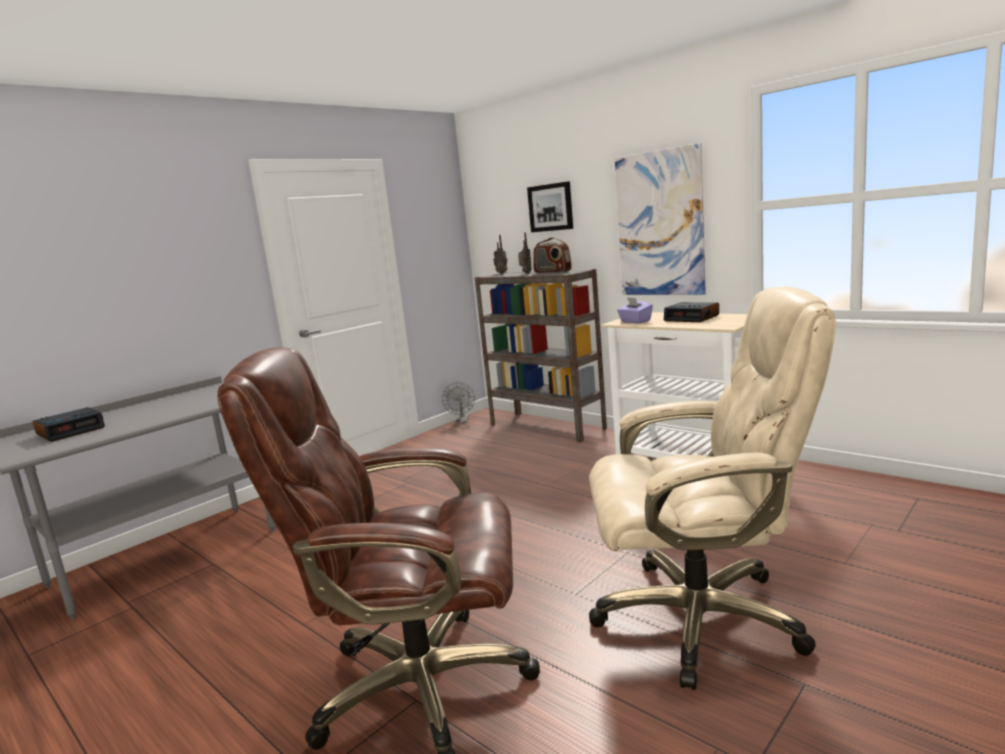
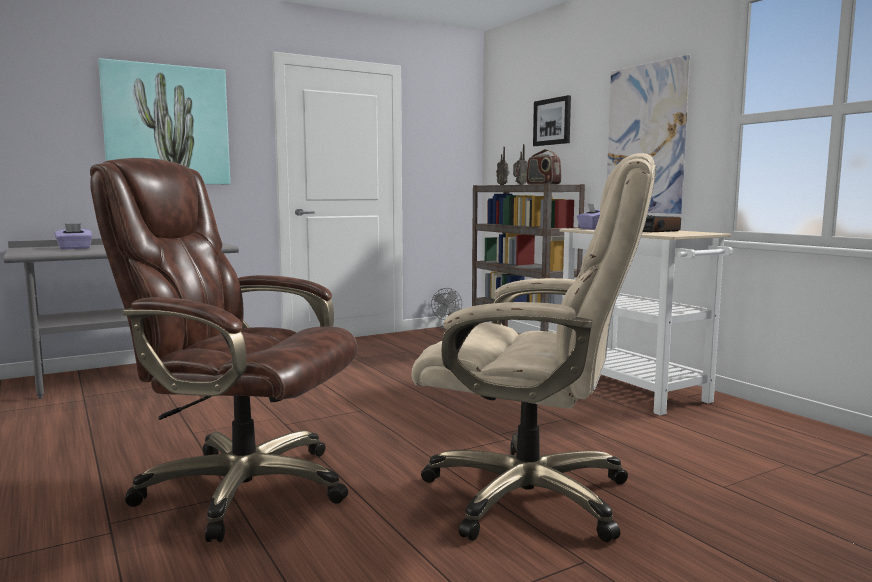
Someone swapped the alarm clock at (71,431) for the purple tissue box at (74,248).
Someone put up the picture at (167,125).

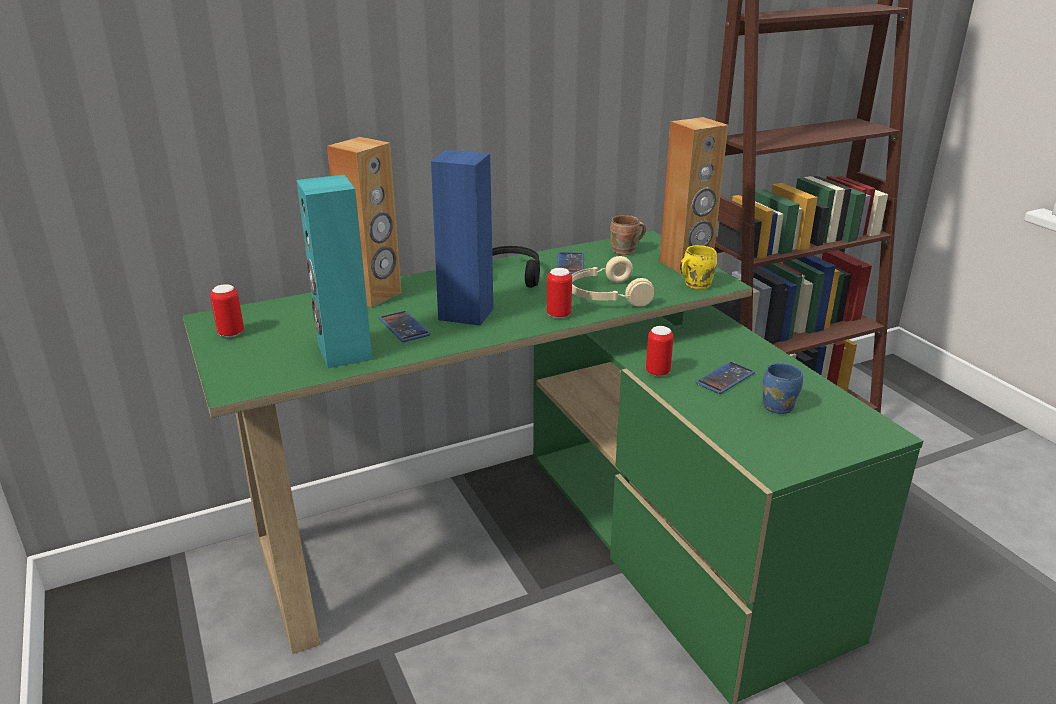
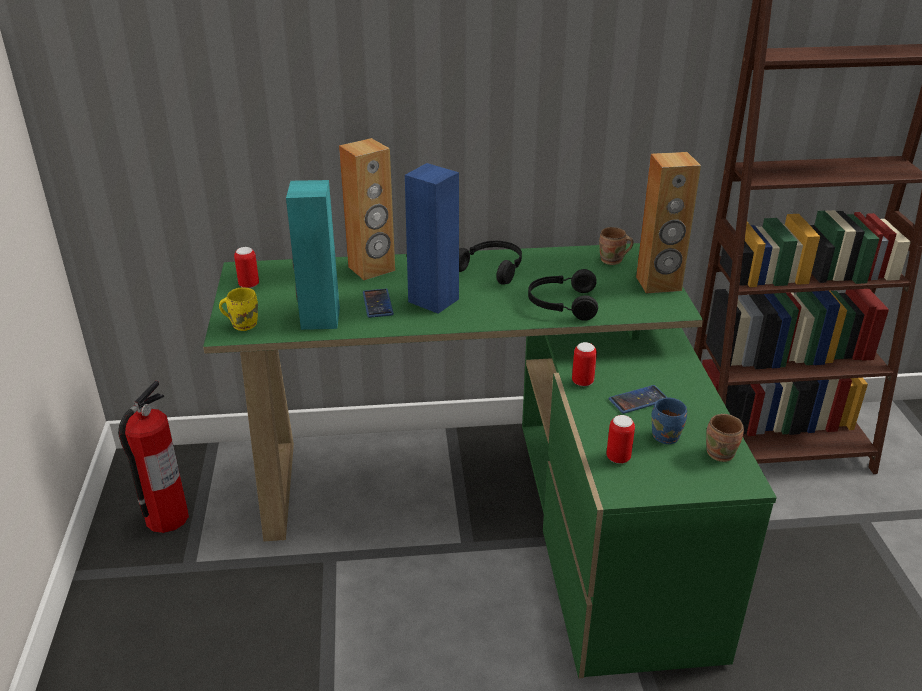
Someone carried the can from (558,315) to (618,458).
Someone took away the phone at (570,264).
Someone repainted the beige headphones at (605,296), which became the black headphones at (561,304).
Someone carried the yellow mug from (695,284) to (243,324).
Someone put down the fire extinguisher at (166,518).
Someone put down the brown mug at (723,453).

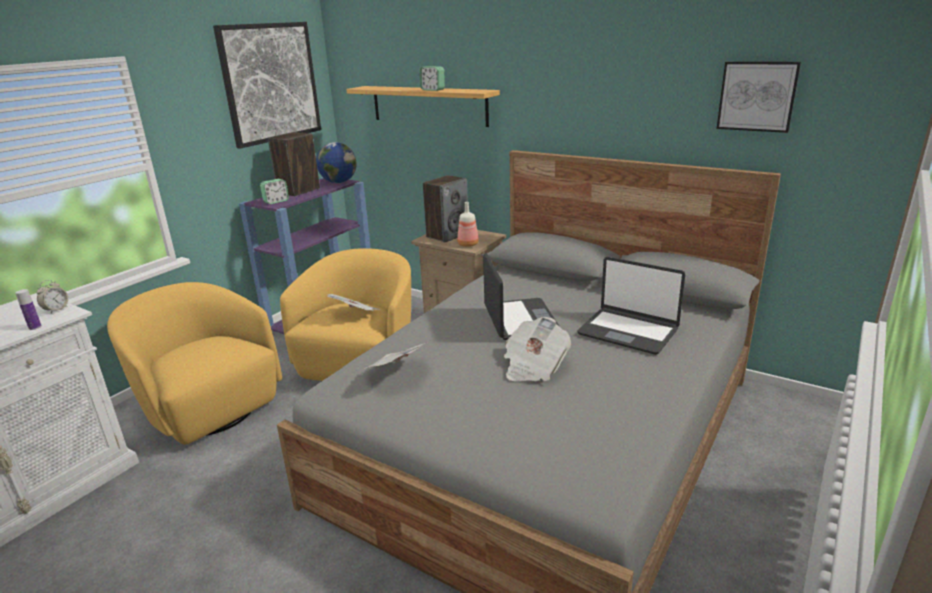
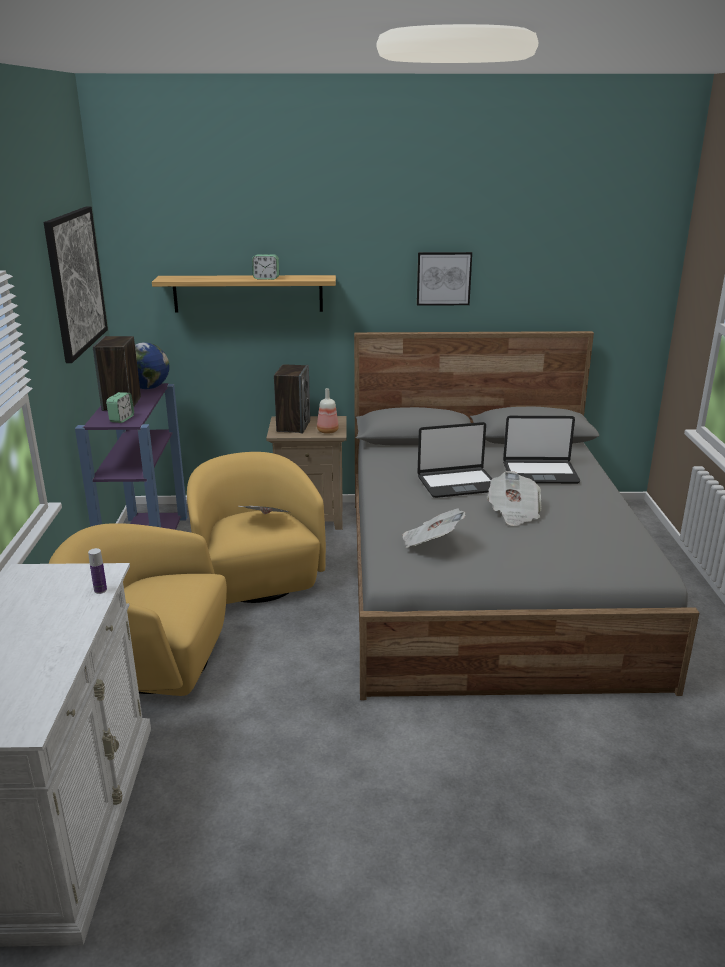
Someone took away the alarm clock at (56,309).
Someone rotated the laptop at (520,320) by 120 degrees clockwise.
Someone carried the picture from (757,96) to (443,278).

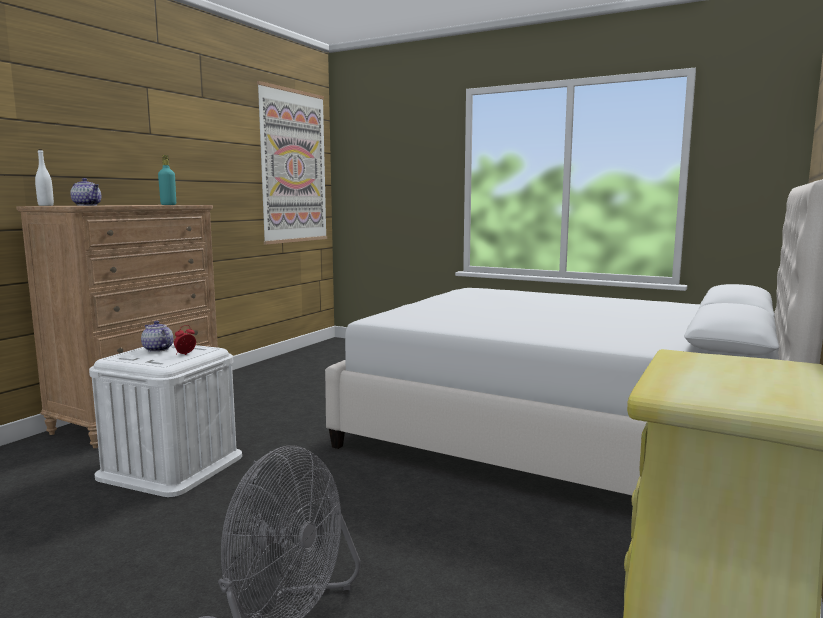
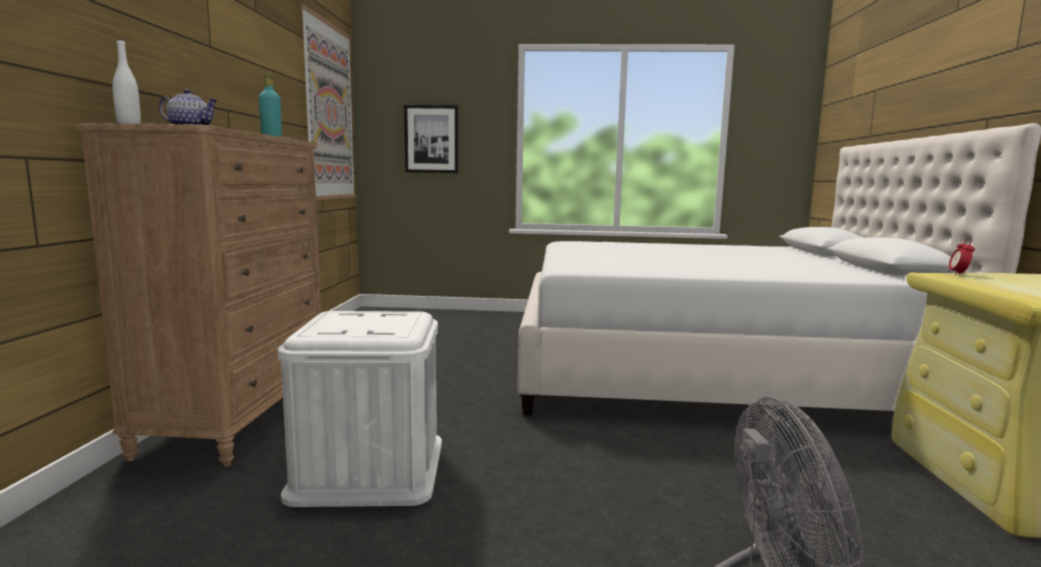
Someone took away the teapot at (157,349).
Someone carried the alarm clock from (185,354) to (958,274).
Someone put up the picture at (431,139).

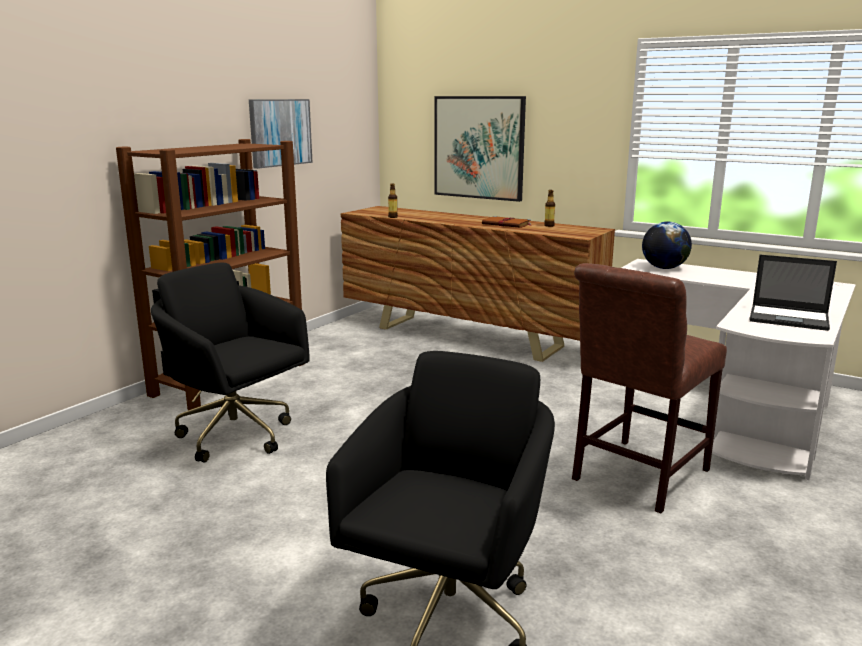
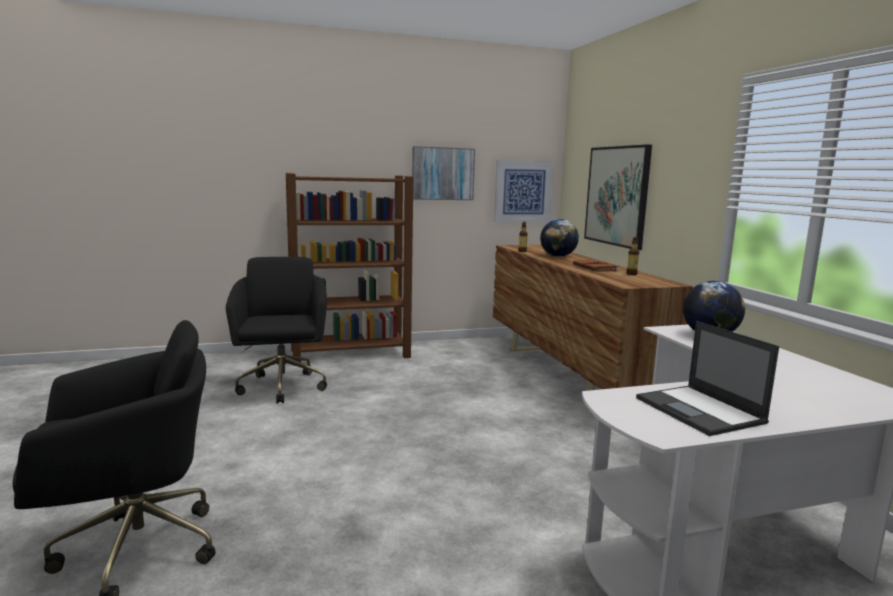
Someone took away the brown chair at (635,477).
Someone put up the picture at (523,191).
Someone put down the globe at (558,256).

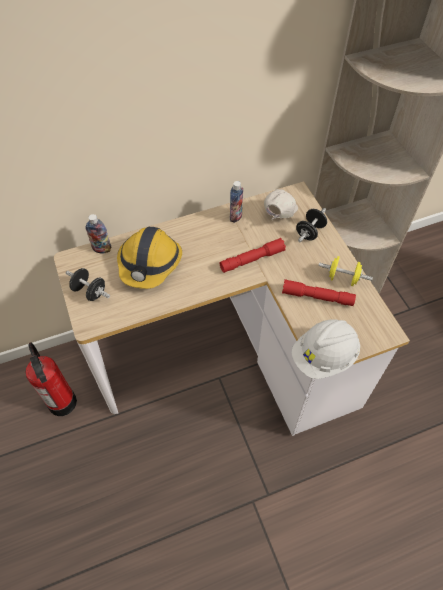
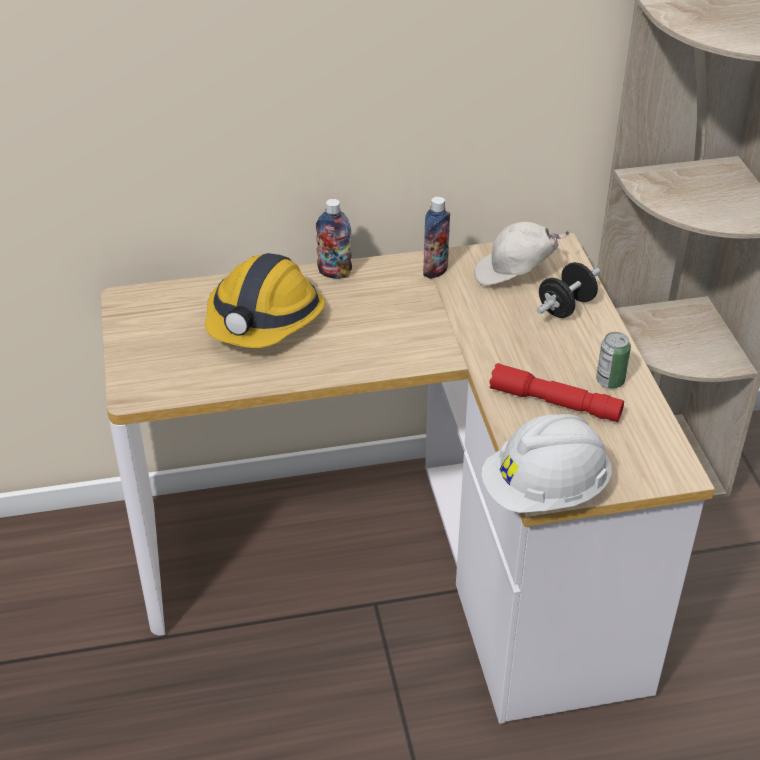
Someone took away the fire extinguisher at (62,402).
Someone took away the black dumbbell at (89,291).
Someone carried the bottle from (102,249) to (334,272).
Someone took away the red flashlight at (252,259).
Someone rotated the white cap at (278,213) by 135 degrees counterclockwise.
Someone swapped the yellow dumbbell at (343,278) for the can at (610,381).

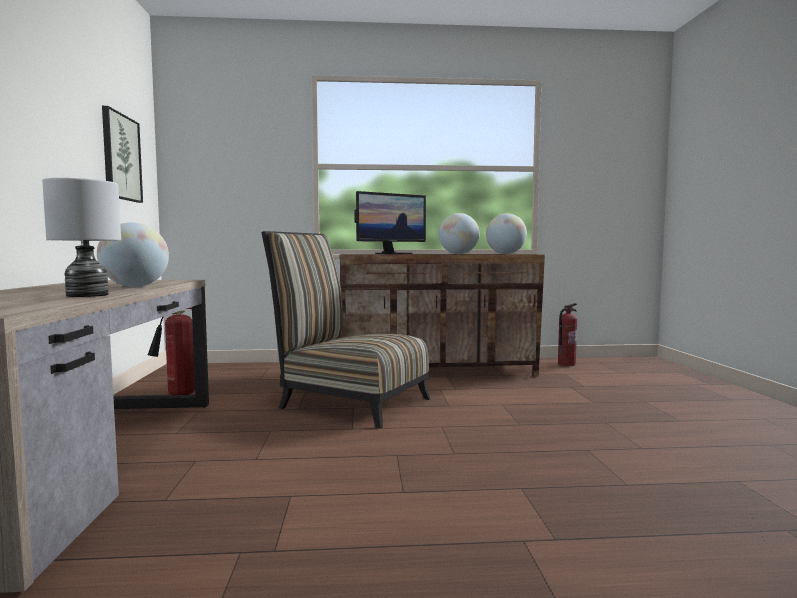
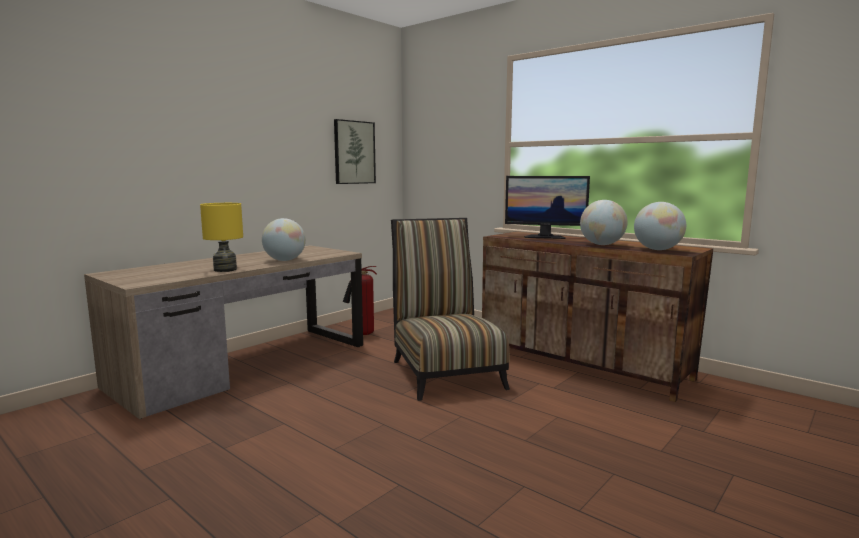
Someone repainted the grey table lamp at (87,295), which became the yellow table lamp at (225,270).
Someone took away the fire extinguisher at (566,364).

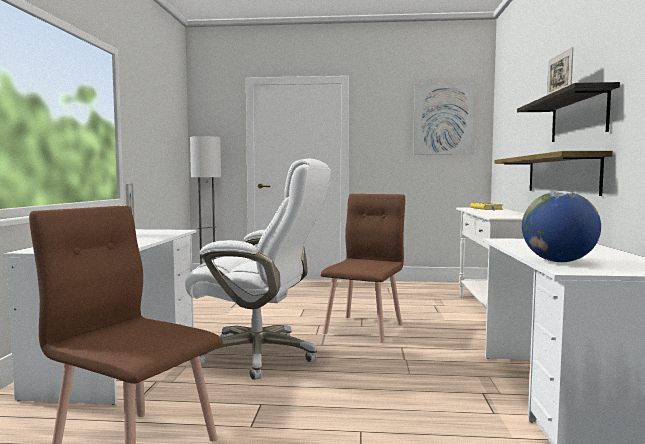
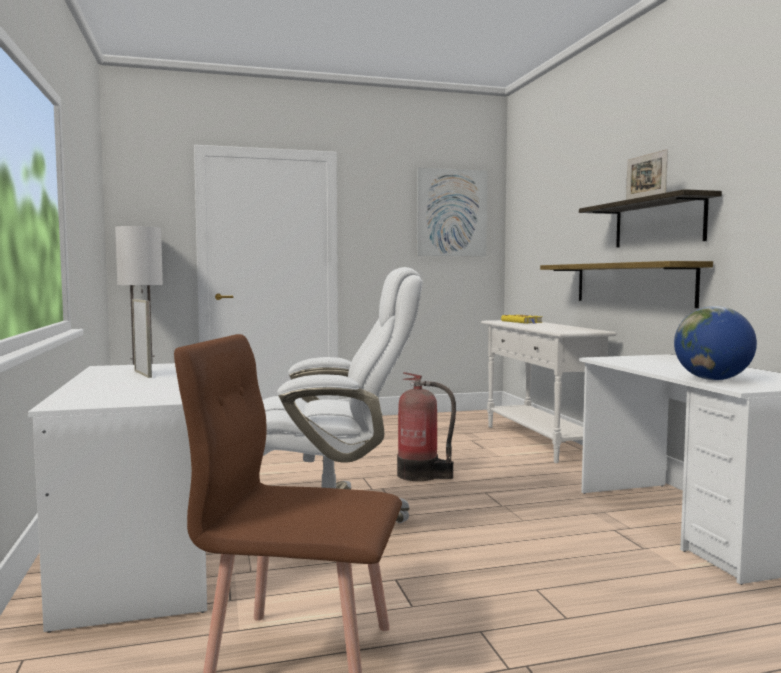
Someone swapped the brown chair at (364,328) for the fire extinguisher at (421,475).

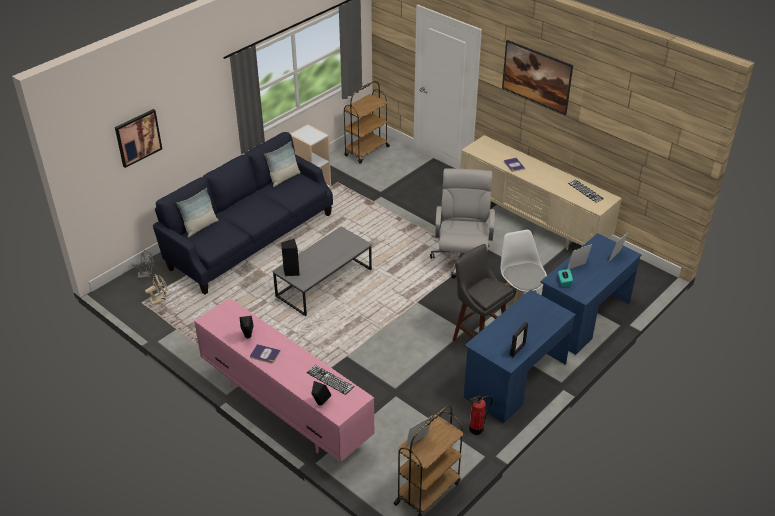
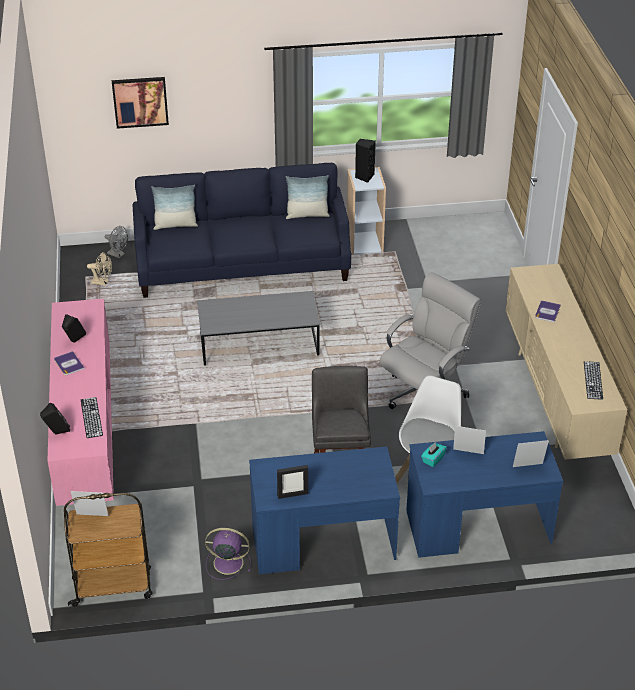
Someone carried the black speaker from (291,272) to (364,177).
Someone took away the brown cart at (366,151).
Someone swapped the fire extinguisher at (476,429) for the purple fan at (227,563).
Someone took away the picture at (535,89).

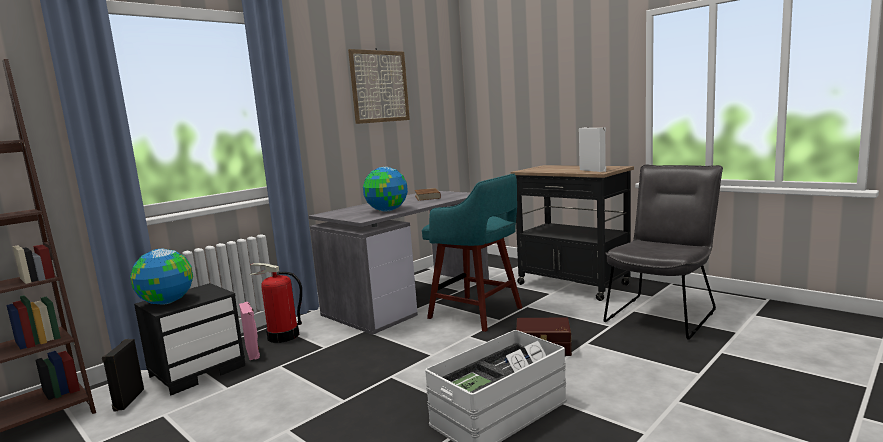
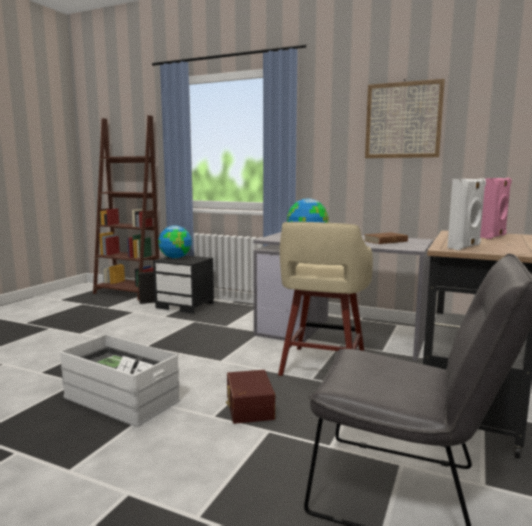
Someone carried the pink speaker from (253,352) to (494,236).
Someone took away the fire extinguisher at (283,336).
Someone repainted the turquoise stool at (477,313), which became the beige stool at (322,367).

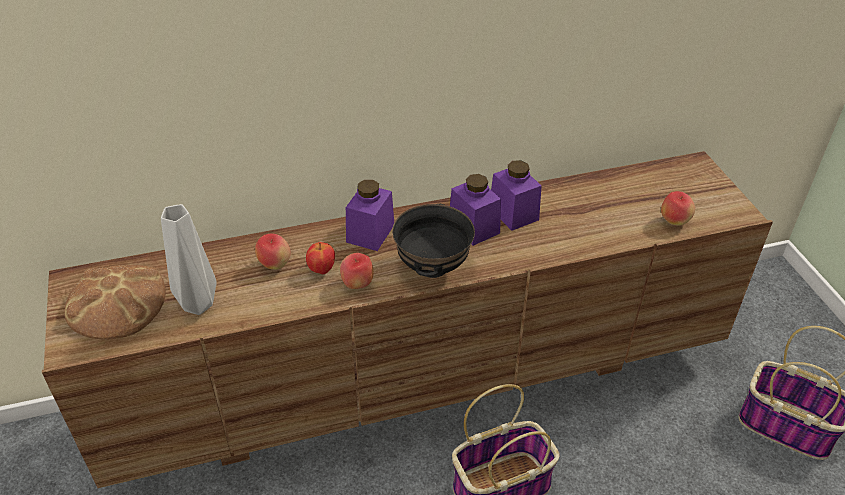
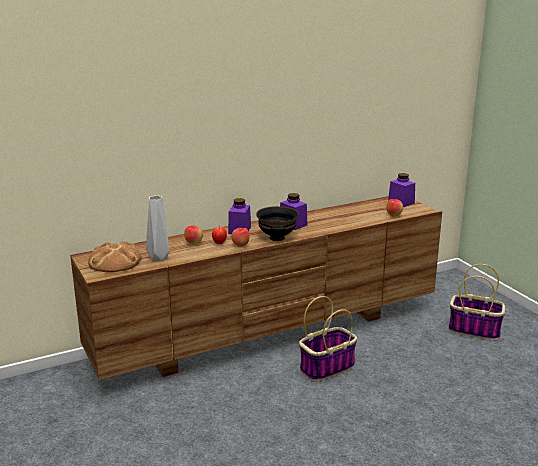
Someone carried the purple jar from (513,213) to (401,202).

